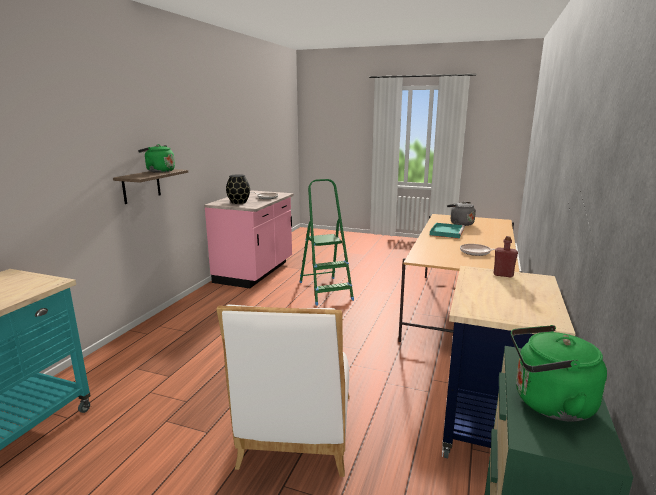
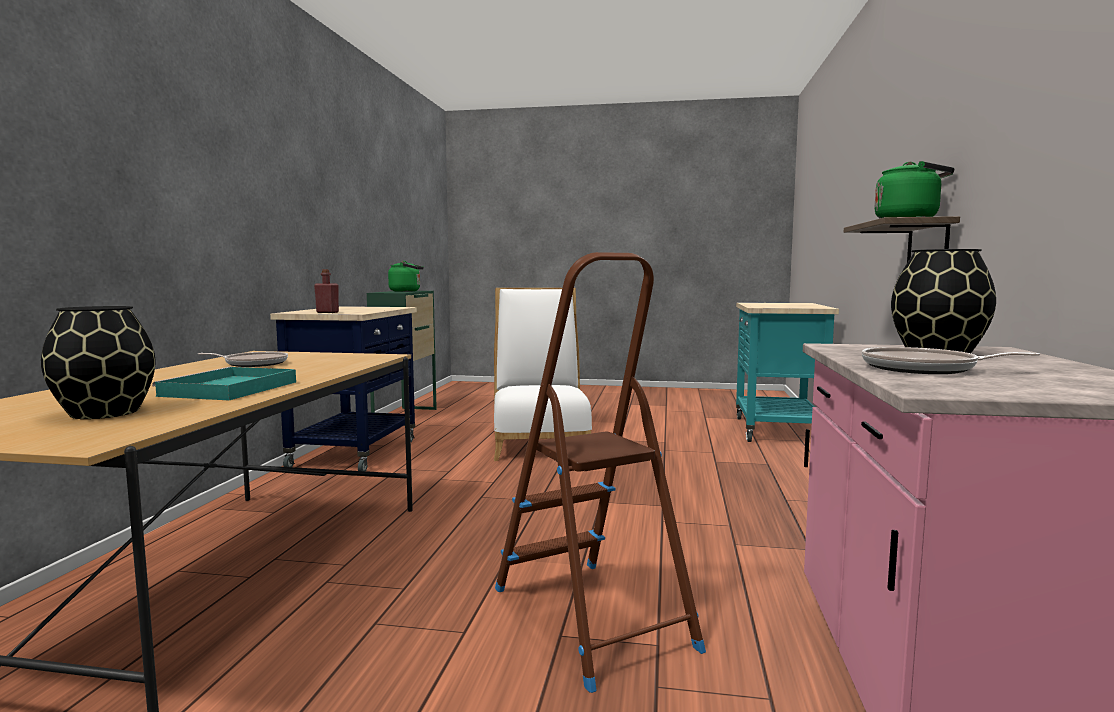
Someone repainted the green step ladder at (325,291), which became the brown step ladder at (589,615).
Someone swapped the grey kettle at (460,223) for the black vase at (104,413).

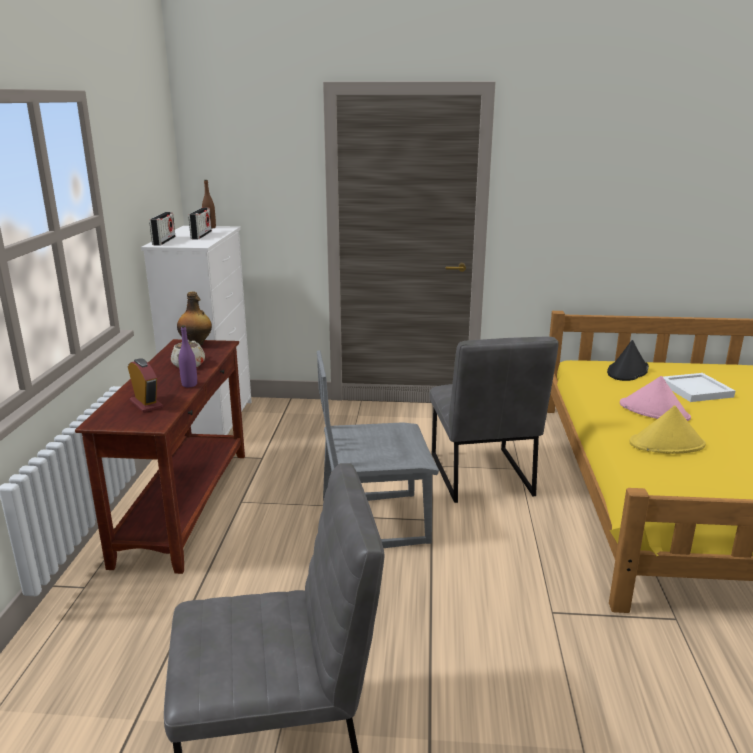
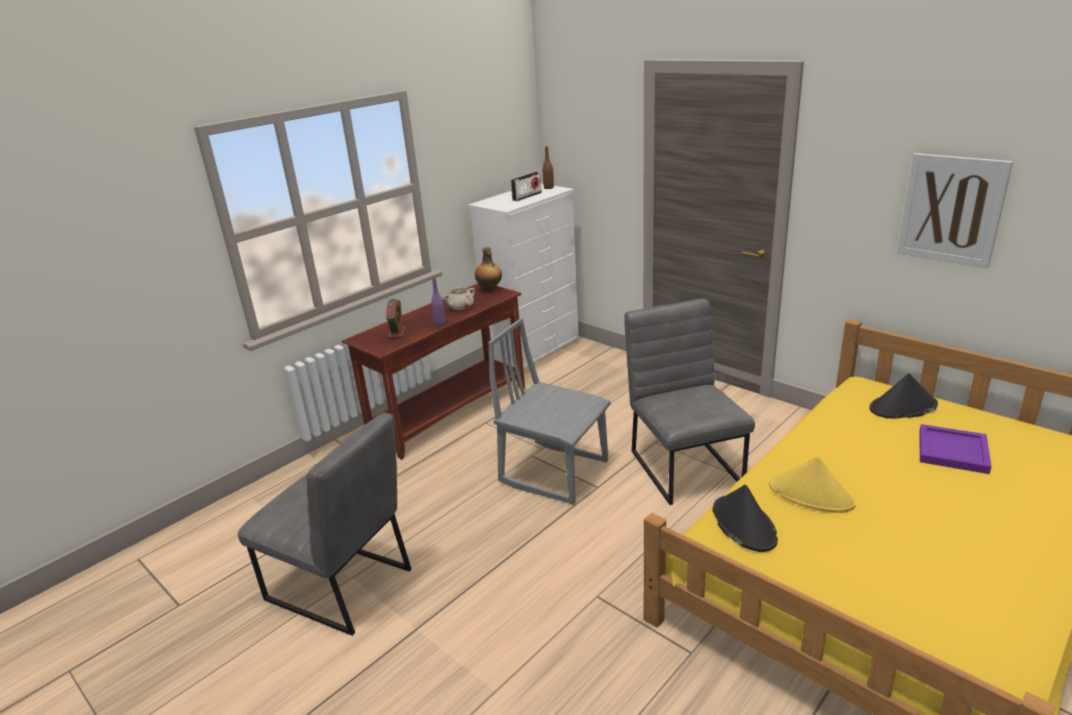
Someone took away the radio at (164,241).
Someone rotated the grey chair at (481,476) by 135 degrees clockwise.
Someone took away the pink hat at (654,411).
Someone repainted the white tray at (697,390), which became the purple tray at (953,452).
Someone put down the black hat at (743,524).
Someone put up the picture at (951,209).

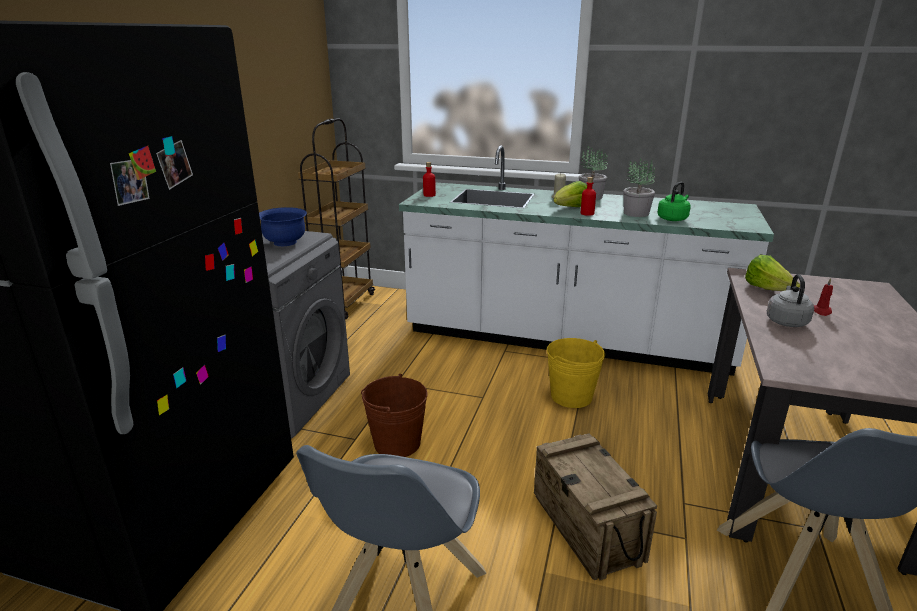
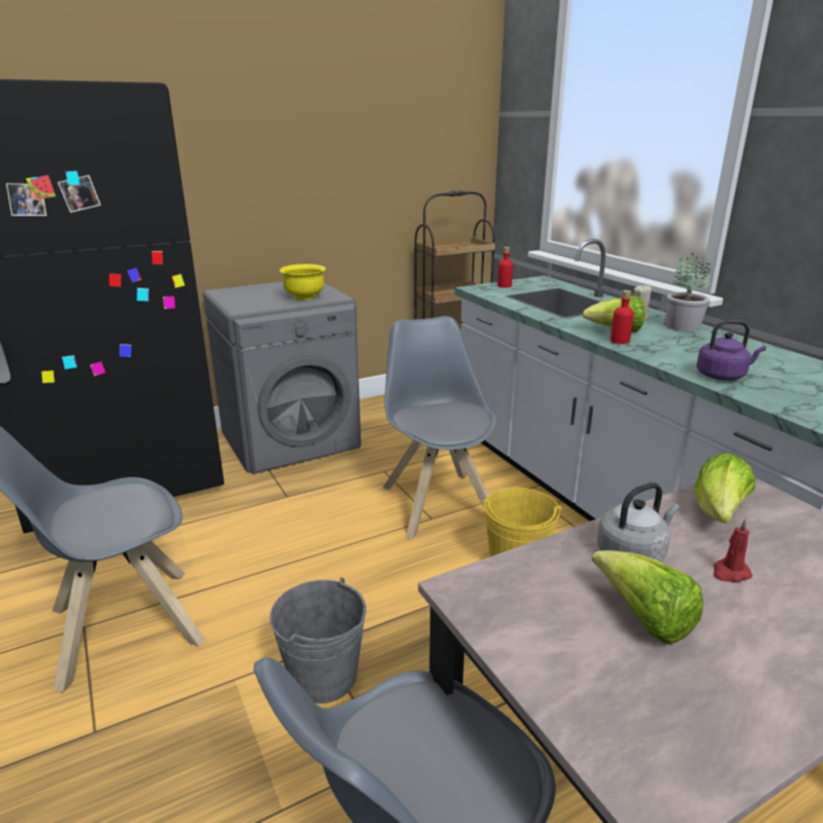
Someone repainted the blue bowl at (285,243), which became the yellow bowl at (304,297).
Someone took away the brown bucket at (397,443).
Someone swapped the crate at (587,527) for the grey bucket at (323,676).
Someone took away the potted plant at (636,213).
Someone repainted the green kettle at (673,218), which became the purple kettle at (723,376).
Someone put down the grey chair at (438,501).
Someone put down the lettuce at (643,619).

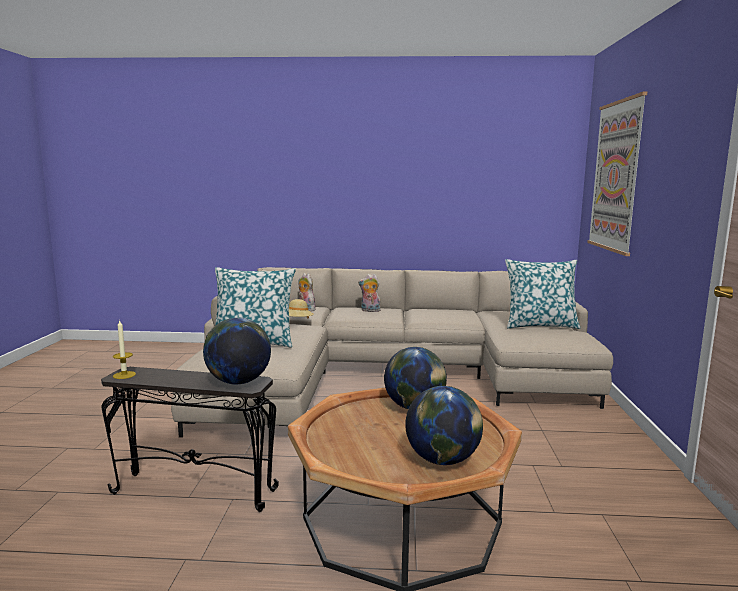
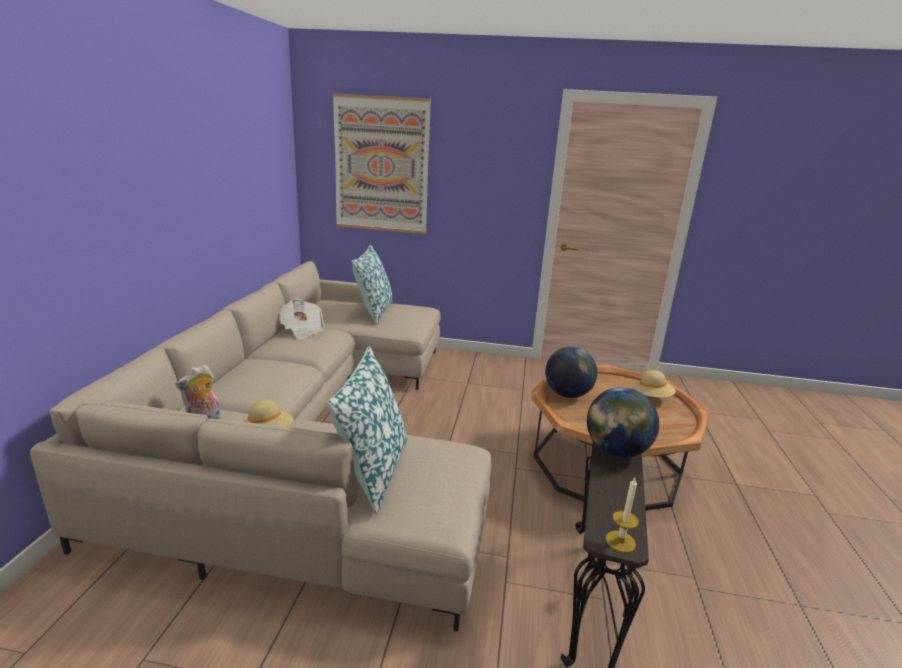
Someone took away the plush toy at (369,311).
Someone swapped the globe at (442,460) for the beige hat at (652,397).
Someone put down the newspaper at (302,330).

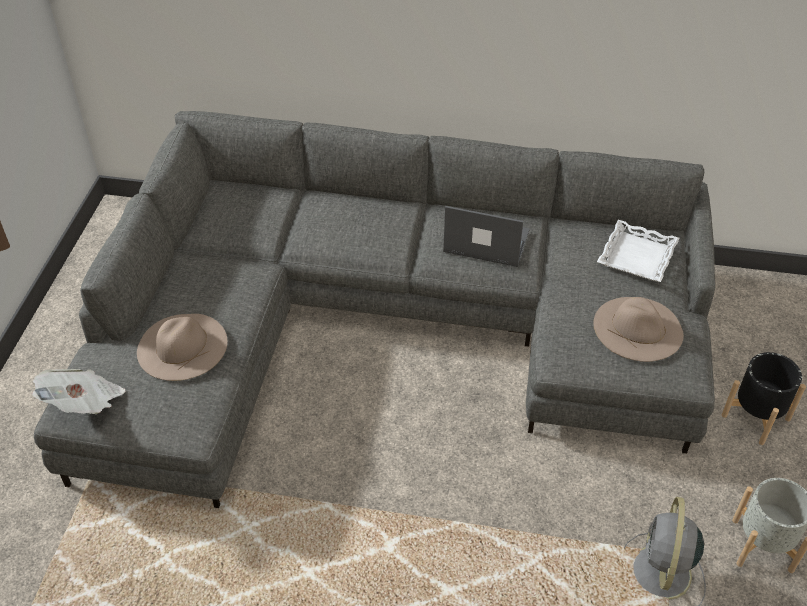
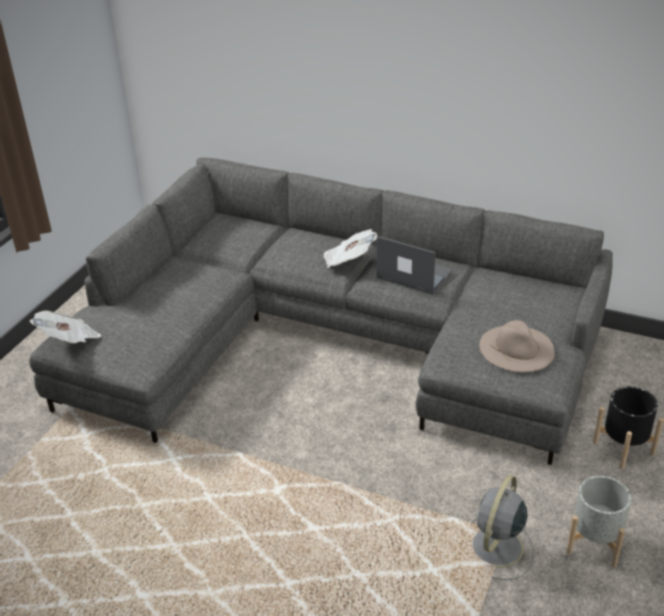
Someone took away the beige hat at (182,346).
Someone took away the white tray at (637,256).
Someone put down the newspaper at (348,260).

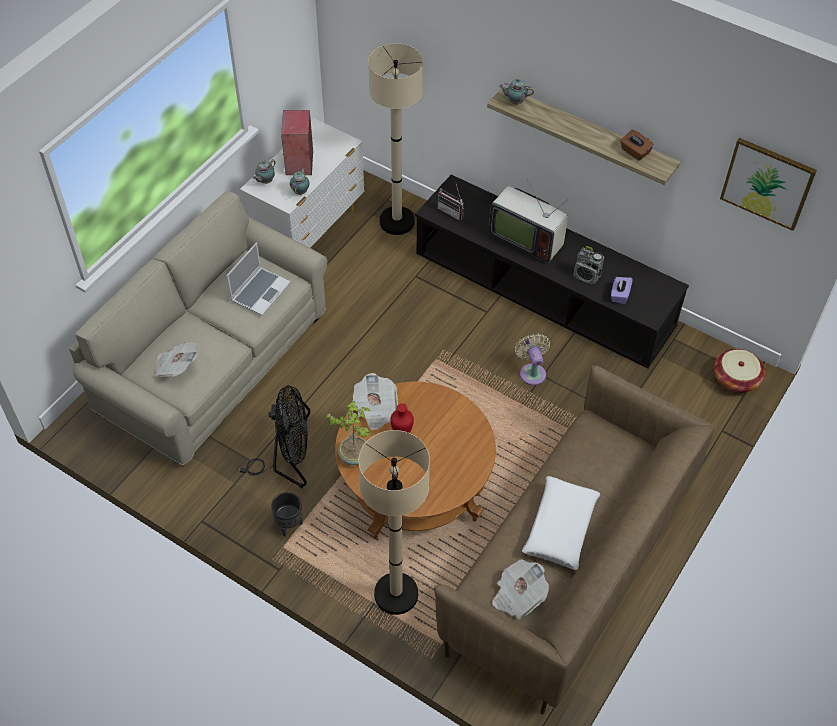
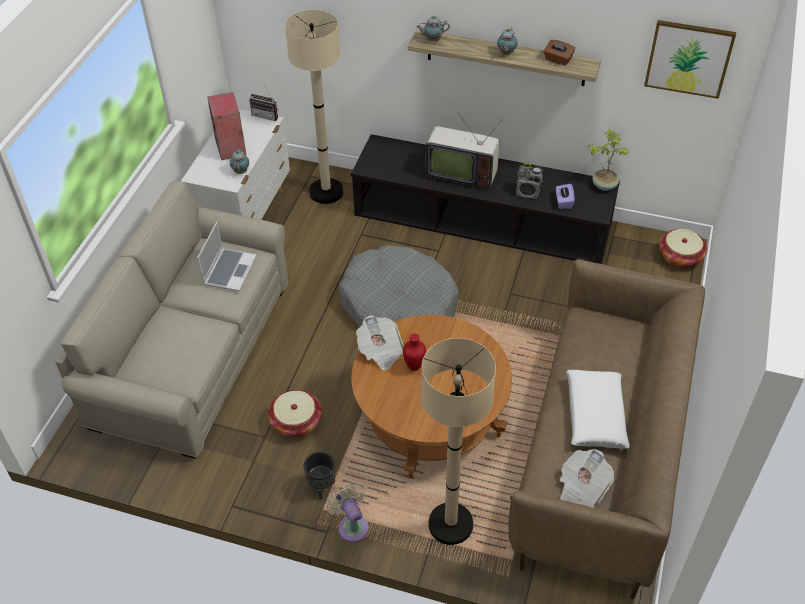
Someone took away the newspaper at (177,367).
Someone swapped the black fan at (287,455) for the basket at (296,422).
Someone carried the teapot from (265,181) to (506,53).
Someone carried the potted plant from (354,455) to (604,185).
Someone carried the radio from (452,211) to (266,115).
Someone carried the beige fan from (532,372) to (352,525).
Someone put down the grey dog bed at (399,306).

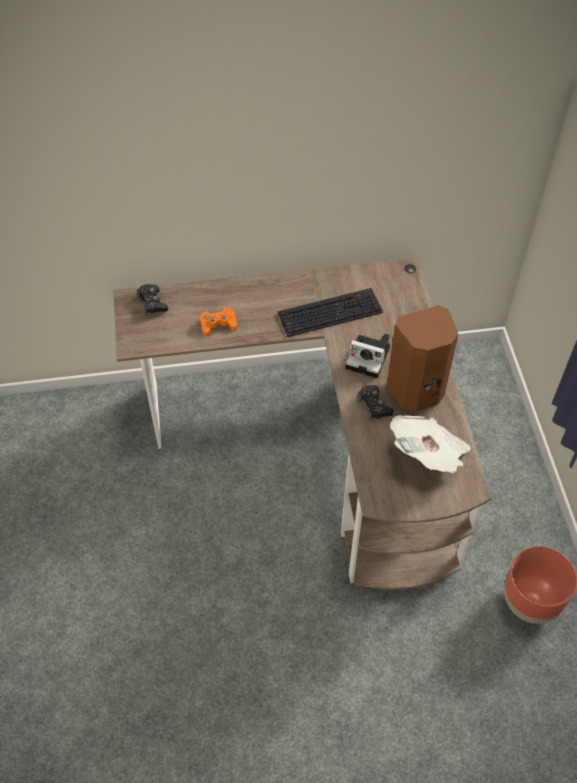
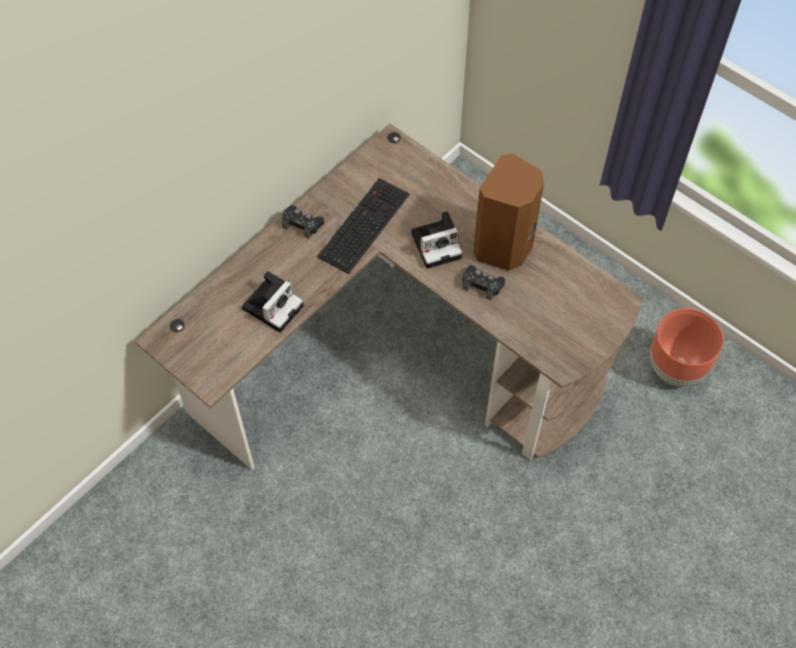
Someone carried the black game controller from (152,303) to (302,224).
Someone swapped the orange game controller at (218,324) for the photo camera at (273,305).
Someone took away the newspaper at (429,454).

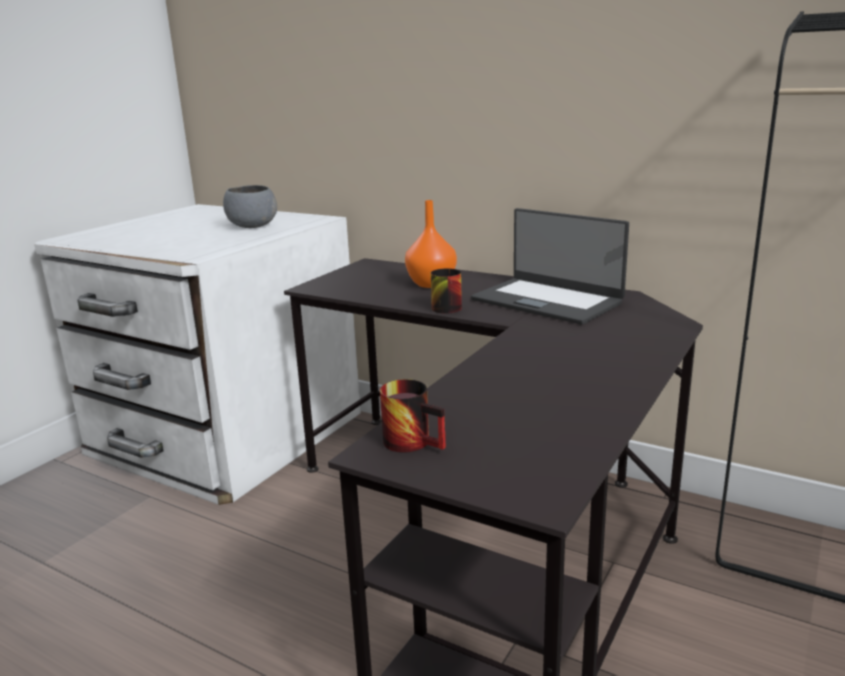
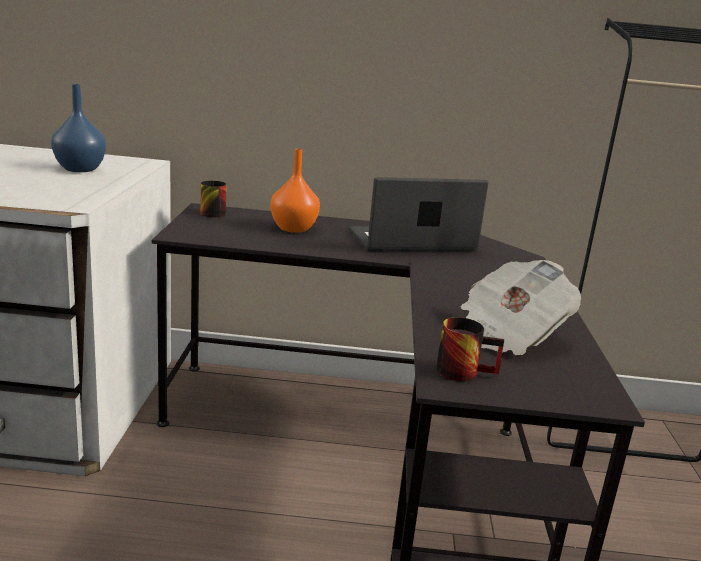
Someone swapped the grey bowl at (252,226) for the blue vase at (80,169).
Someone carried the mug from (445,306) to (211,212).
Someone rotated the laptop at (547,301) by 150 degrees clockwise.
Someone put down the newspaper at (507,335).

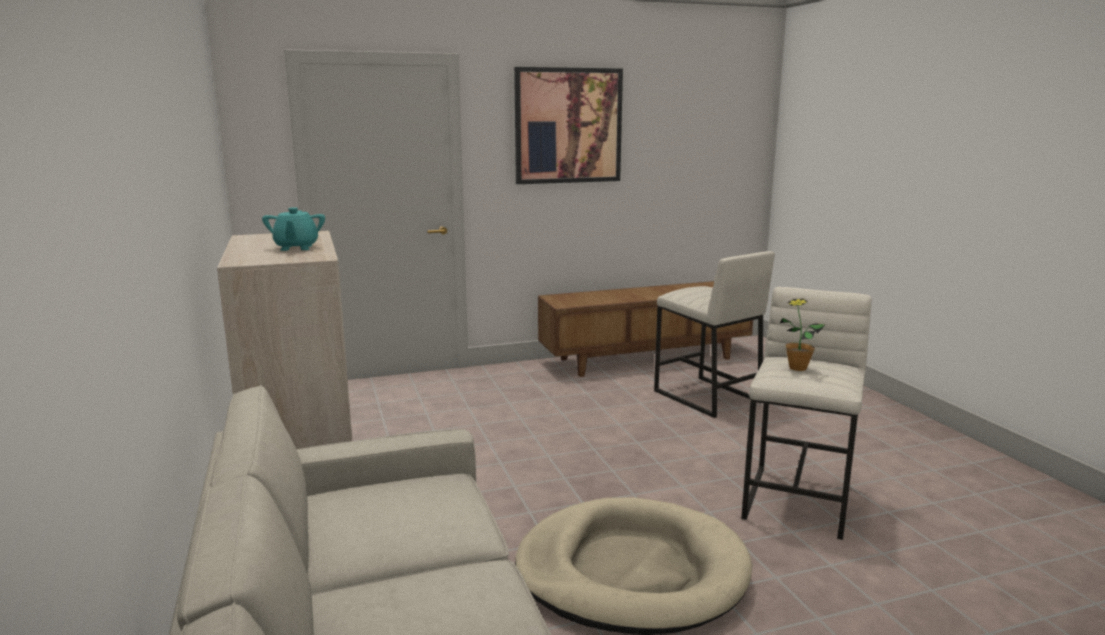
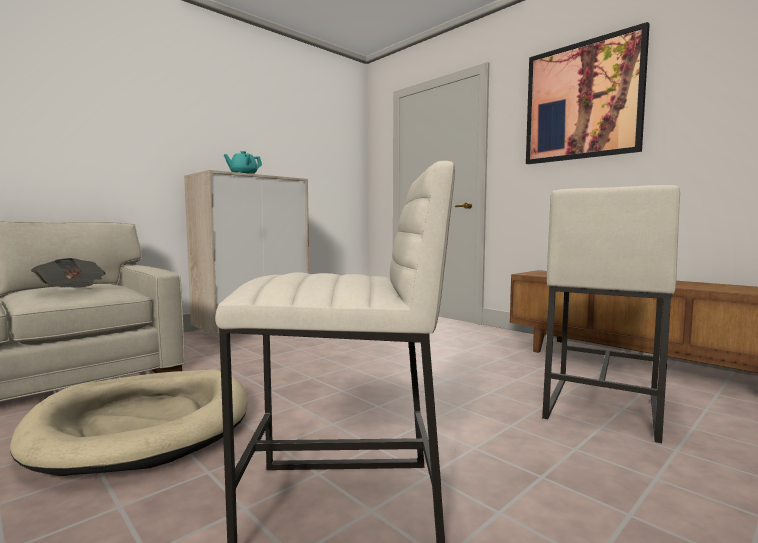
Someone took away the potted plant at (797,368).
Someone put down the newspaper at (72,291).

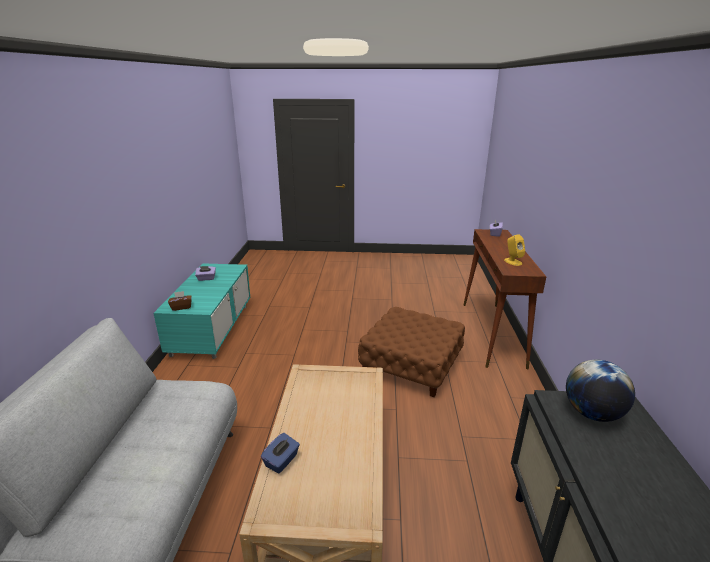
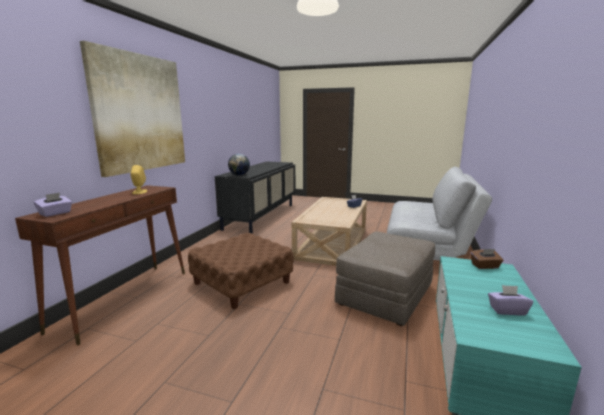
Someone put up the picture at (140,113).
Someone put down the grey ottoman at (385,294).

